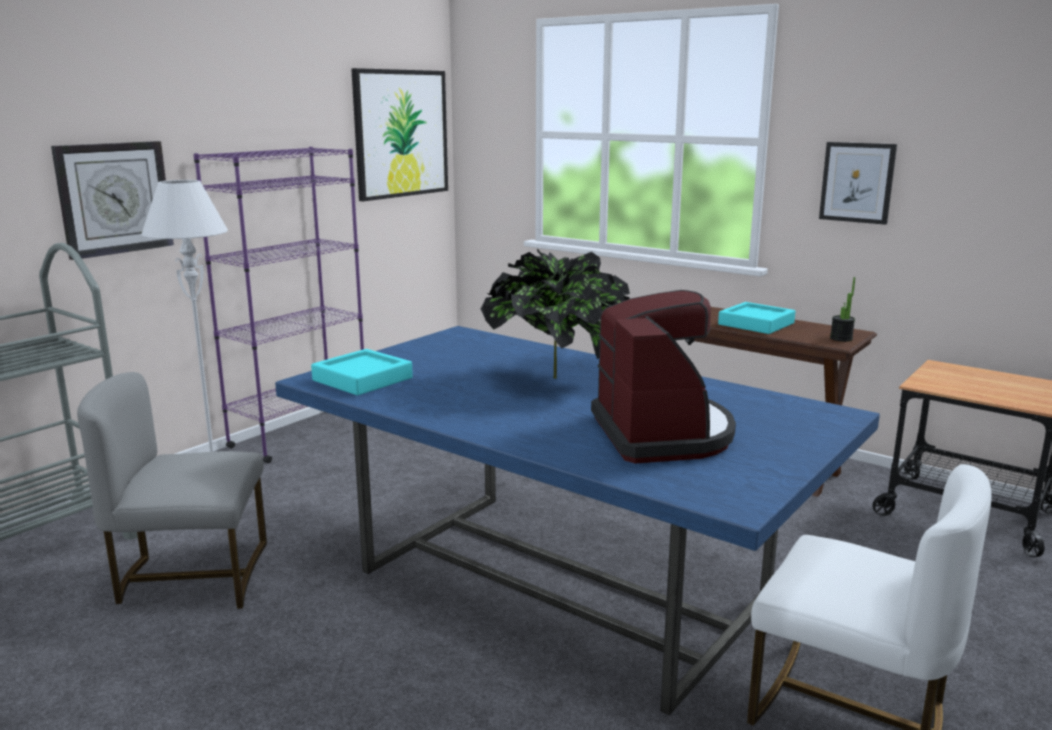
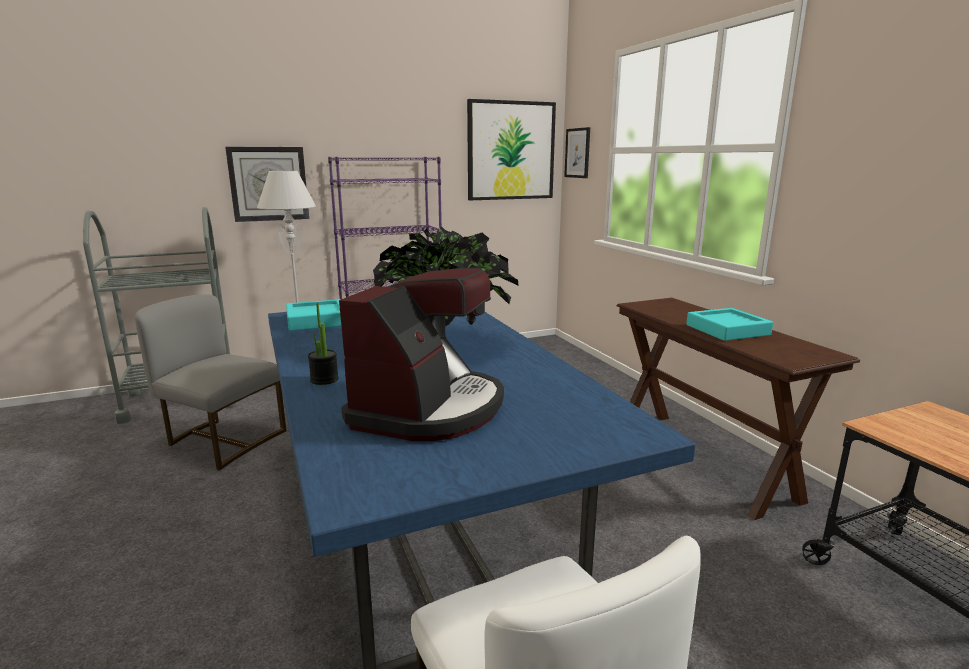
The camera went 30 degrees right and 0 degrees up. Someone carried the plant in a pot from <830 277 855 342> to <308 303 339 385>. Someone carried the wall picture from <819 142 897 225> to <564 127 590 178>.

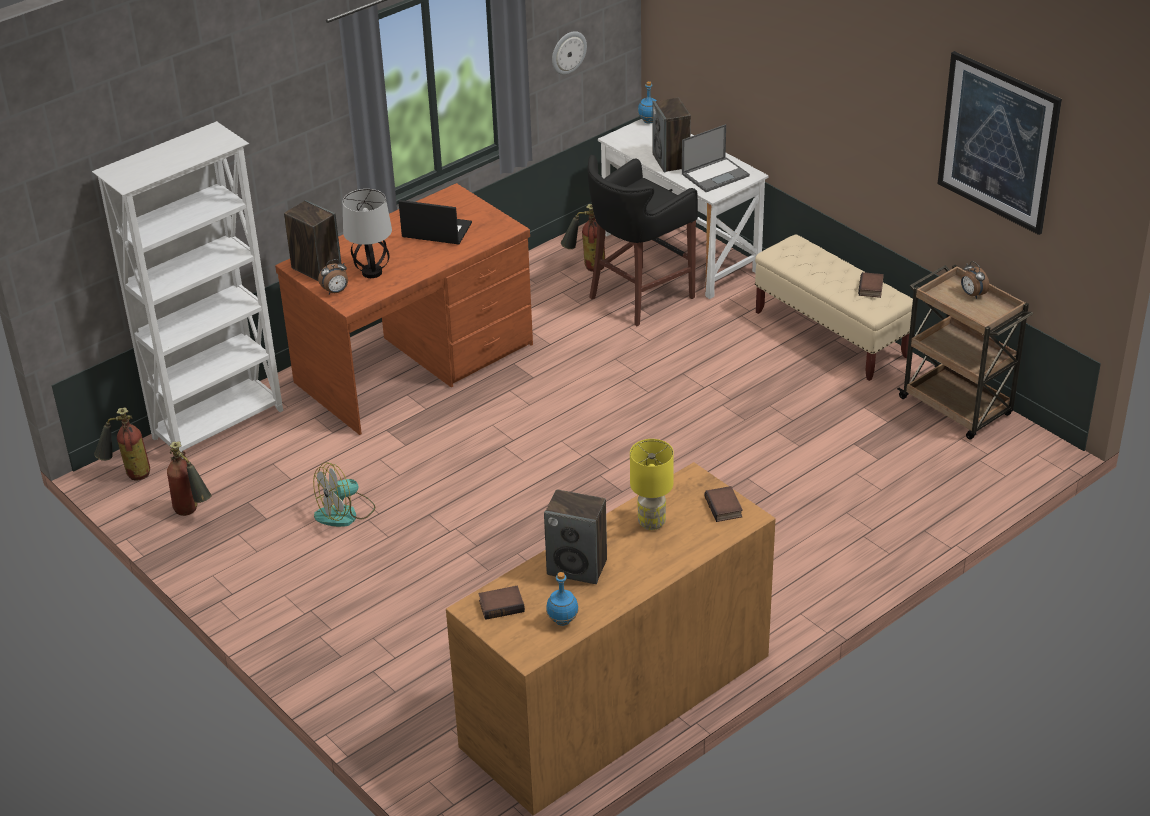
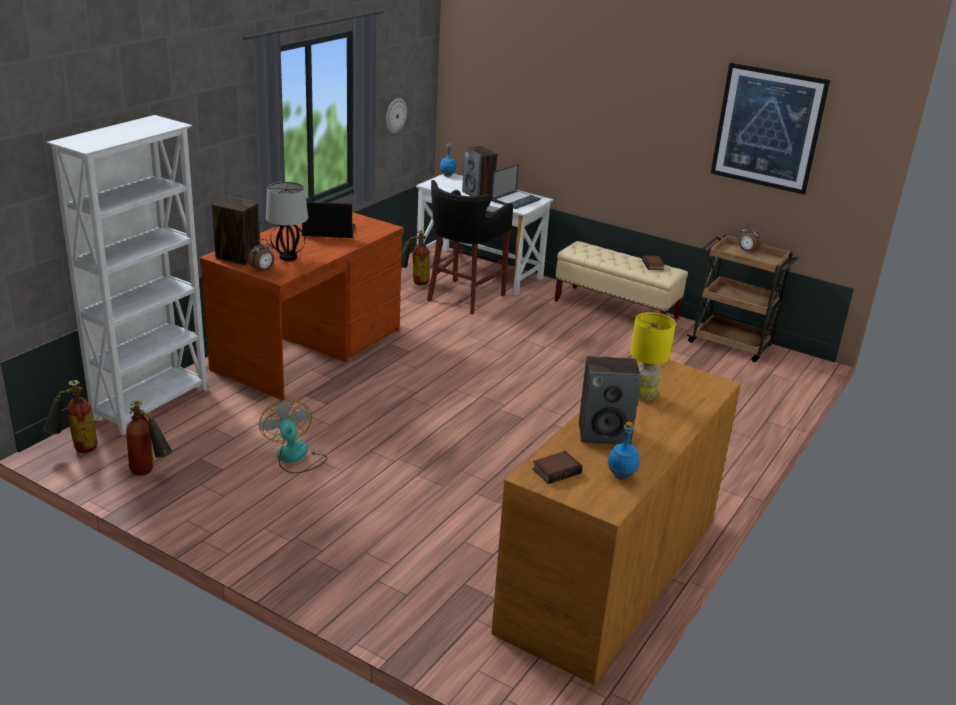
The camera went 20 degrees left and 10 degrees down. Someone rotated the fan at <313 462 375 527> by 120 degrees clockwise. Someone took away the volume at <704 486 743 522>.

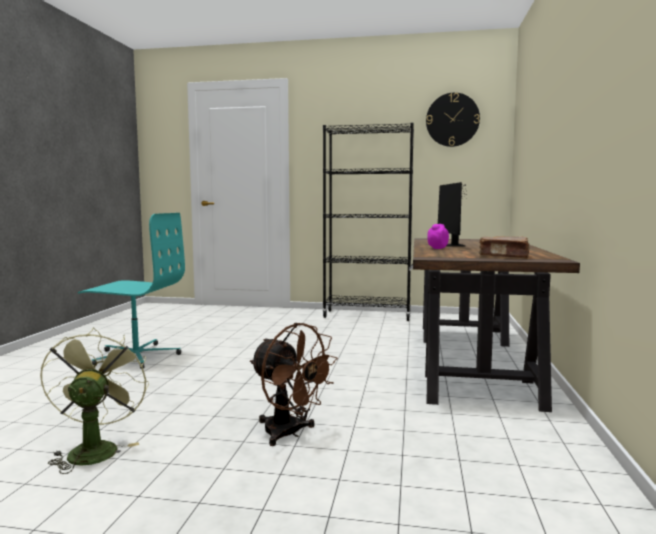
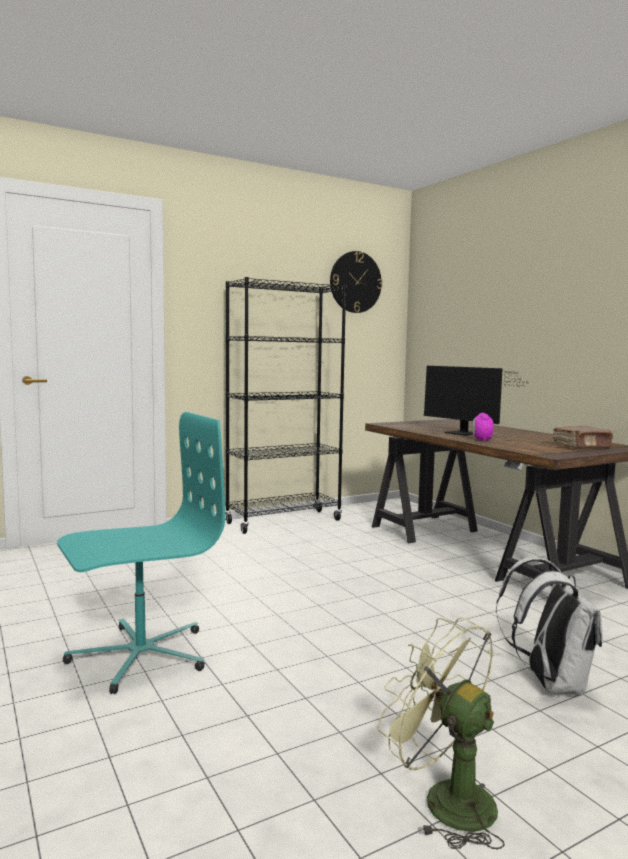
The camera went 40 degrees left and 0 degrees up. Someone swapped the brown-coloured fan at <250 323 338 446> for the whitish knapsack at <496 557 602 696>.

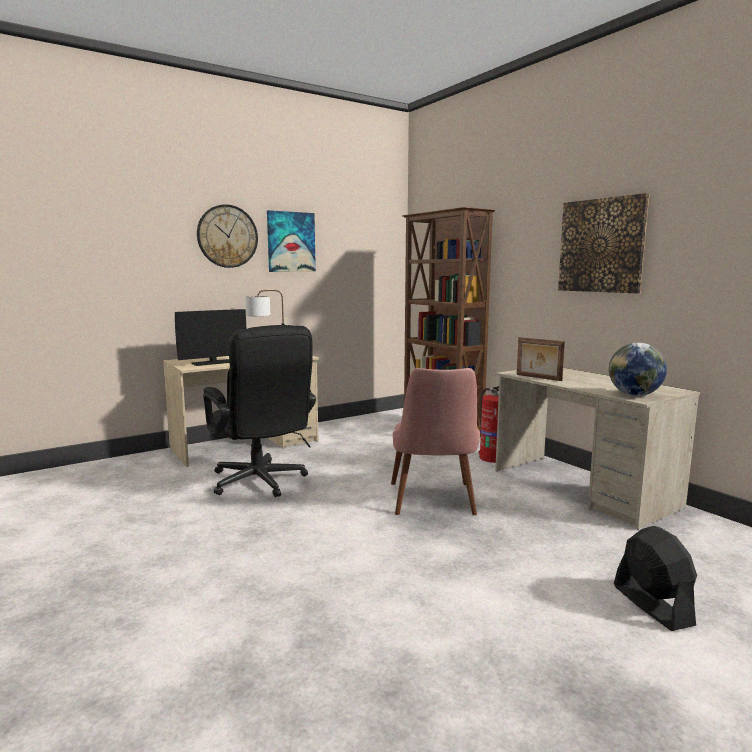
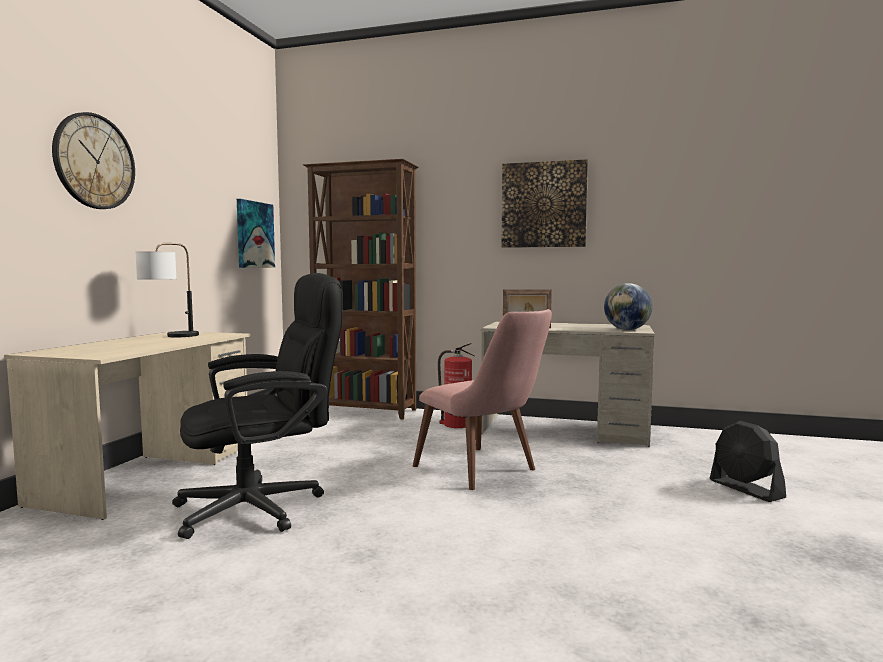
The camera went 40 degrees left and 5 degrees down. Someone rotated the black computer chair at <203 325 316 497> by 45 degrees counterclockwise. Someone carried the wall picture from <267 210 316 272> to <237 199 275 268>. Someone rotated the black fan at <614 526 697 631> by 150 degrees counterclockwise. Someone took away the computer screen at <175 309 246 366>.

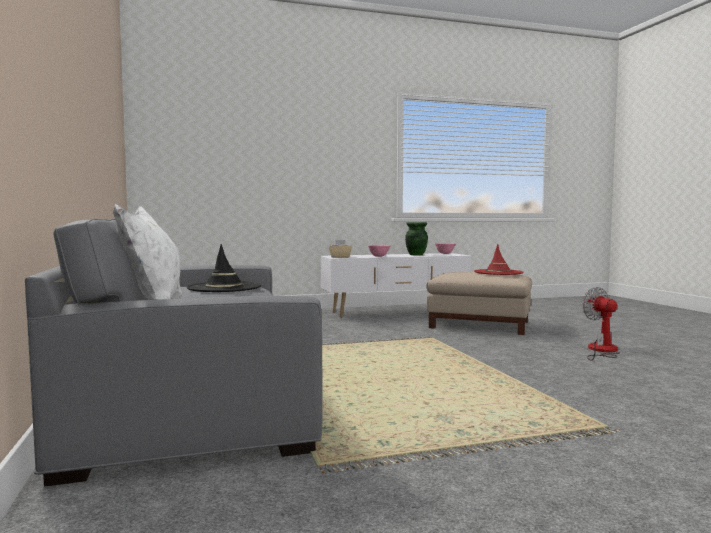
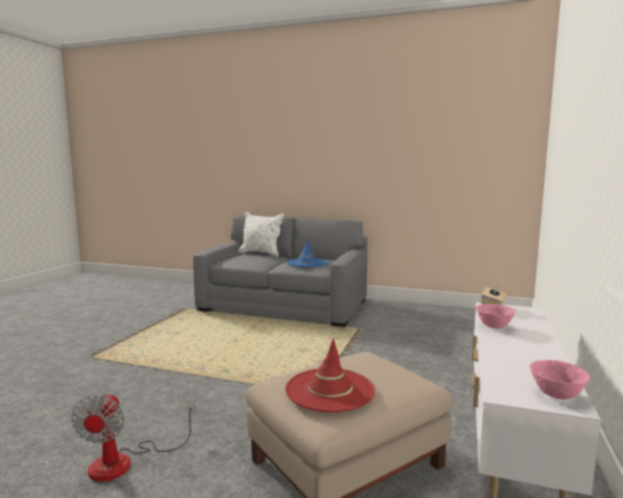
The camera went 125 degrees right and 5 degrees up. Someone rotated the fan at <582 287 620 361> by 75 degrees clockwise. Someone repainted the black clothing hat at <187 244 261 292>, which became the blue-coloured clothing hat at <287 239 328 267>. Someone took away the green-coloured decorative vase at <405 222 428 255>.

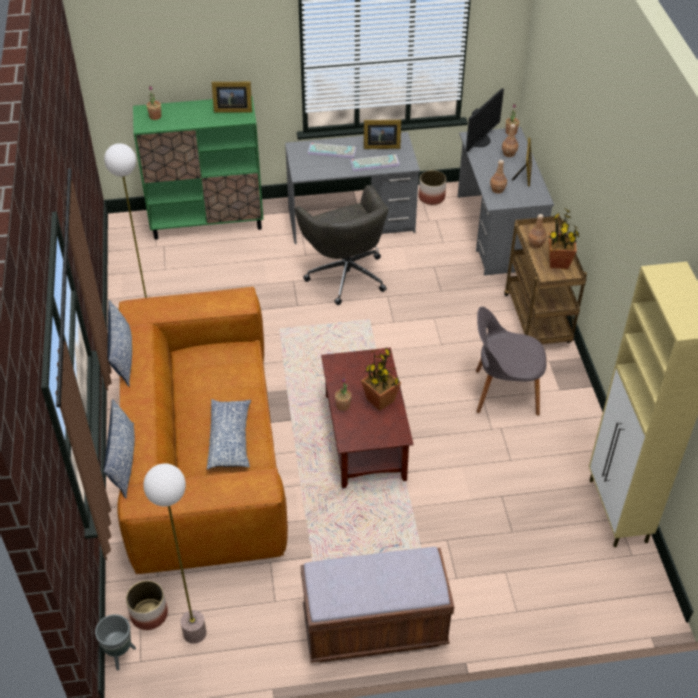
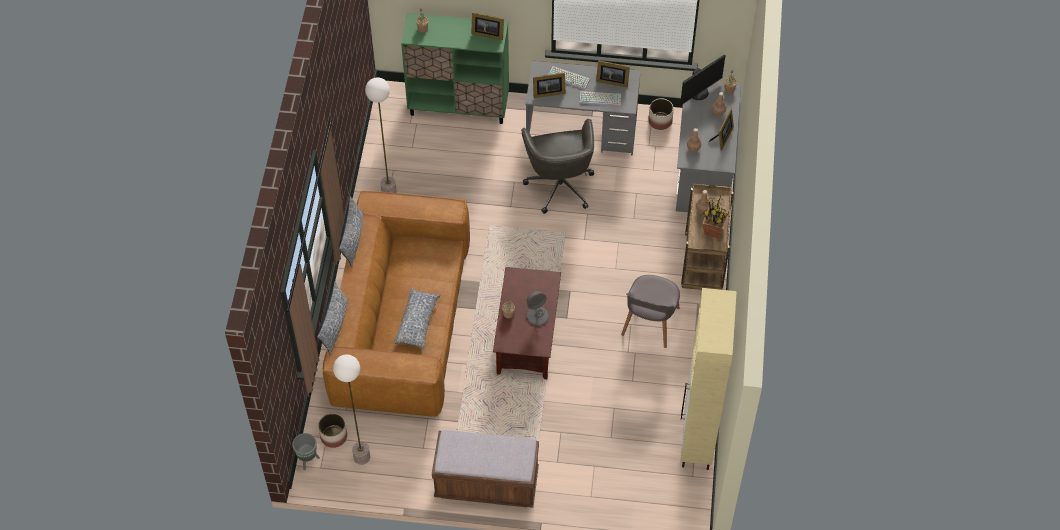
The camera went 15 degrees right and 10 degrees up. Someone swapped the plant in a pot at <361 348 401 411> for the grey tabletop lamp at <527 291 549 326>. Someone put down the photo frame at <533 72 565 98>. Someone rotated the grey upright chair at <476 307 547 416> by 90 degrees counterclockwise.

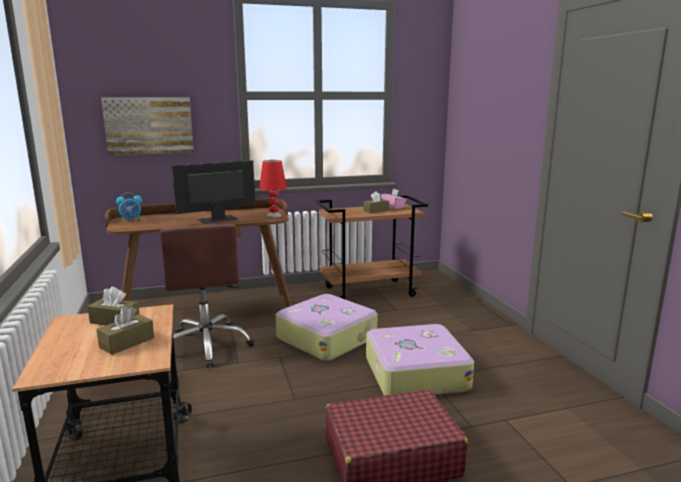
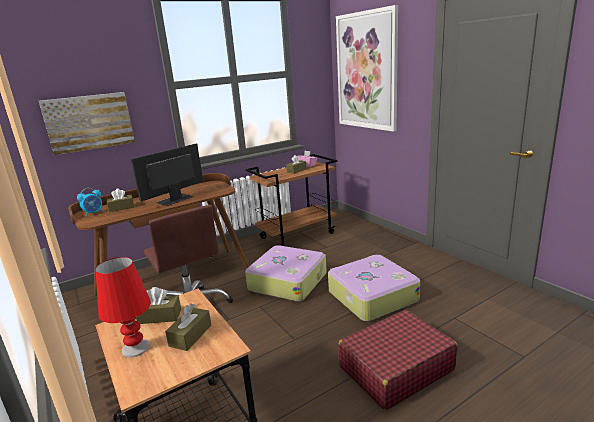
The camera went 15 degrees left and 5 degrees up. Someone carried the reddish tabletop lamp from <259 160 287 218> to <96 257 151 358>. Someone put down the brown-coloured tissue holder at <107 189 134 212>. Someone put up the wall picture at <336 5 398 132>.

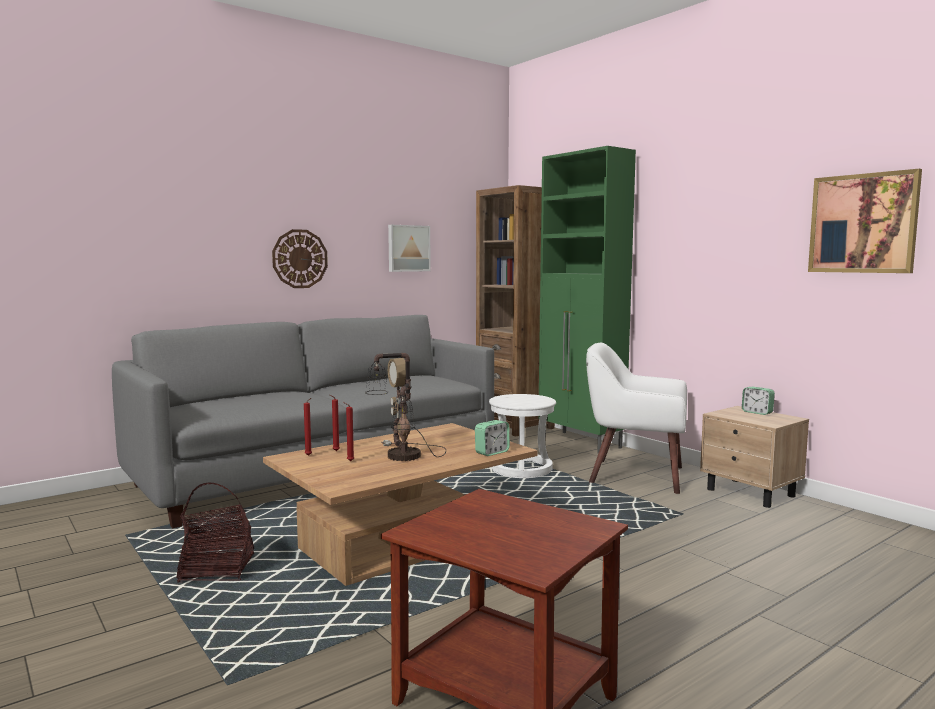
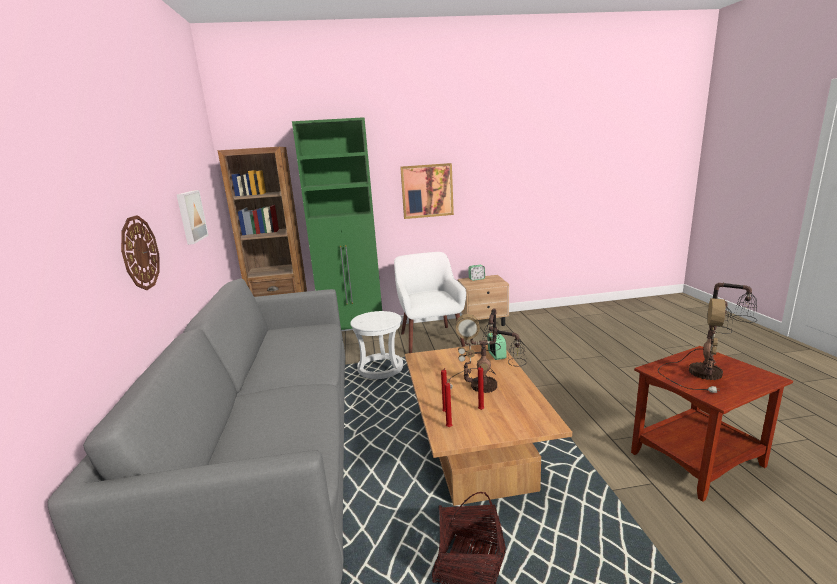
The camera went 60 degrees left and 10 degrees up. Someone rotated the whitish easy chair at <586 343 687 494> by 120 degrees clockwise. Someone carried the wall picture from <808 169 922 273> to <400 163 454 219>. Someone put down the tabletop lamp at <658 283 757 393>.

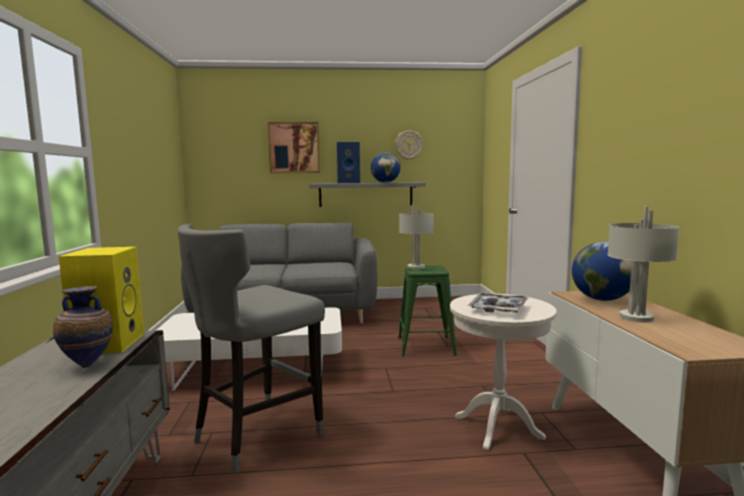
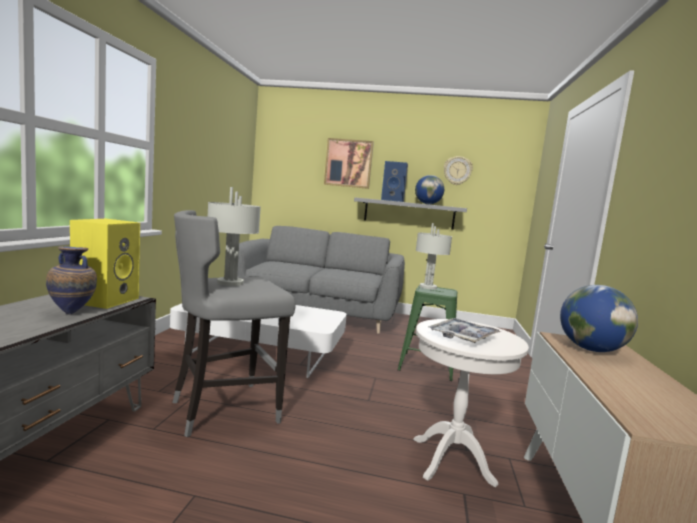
The camera went 15 degrees right and 0 degrees up. Someone carried the grey tabletop lamp from <607 206 679 322> to <208 187 261 286>.

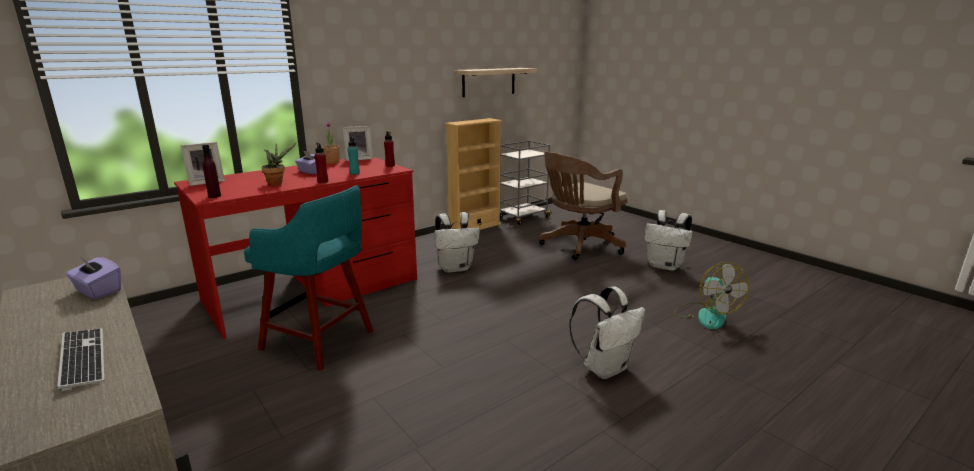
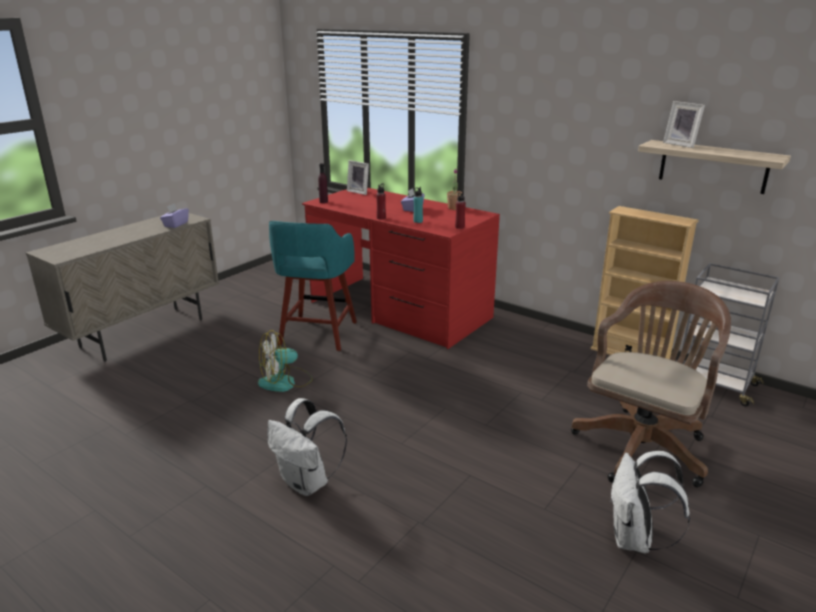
The camera went 75 degrees right and 5 degrees up. Someone carried the fan from <674 262 749 329> to <258 330 313 392>. Someone rotated the brown-coloured computer chair at <539 152 628 260> by 90 degrees clockwise. Someone carried the photo frame from <342 126 373 161> to <663 101 705 148>. Someone took away the keyboard at <57 328 104 391>. Someone took away the plant in a pot at <261 143 296 185>. Someone took away the whitish knapsack at <435 212 480 273>.

